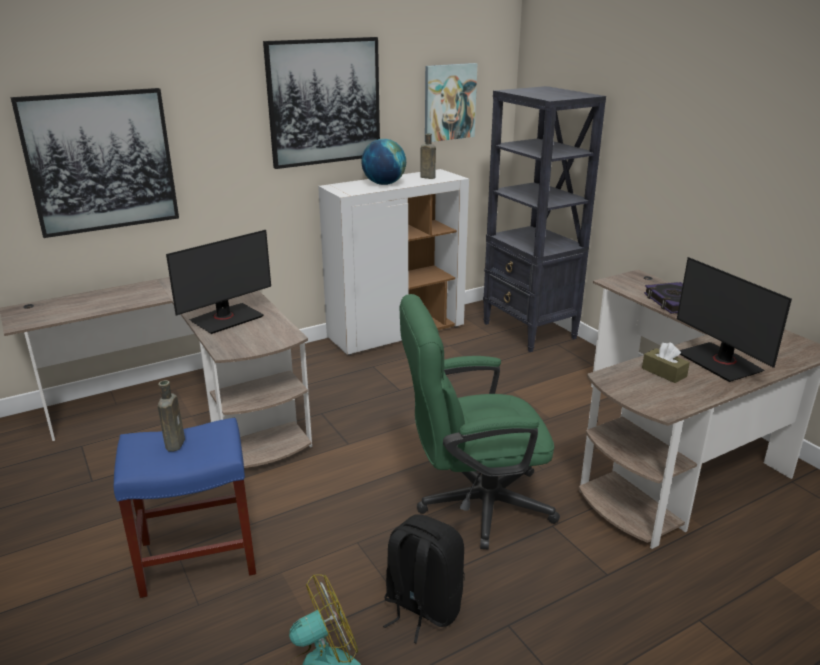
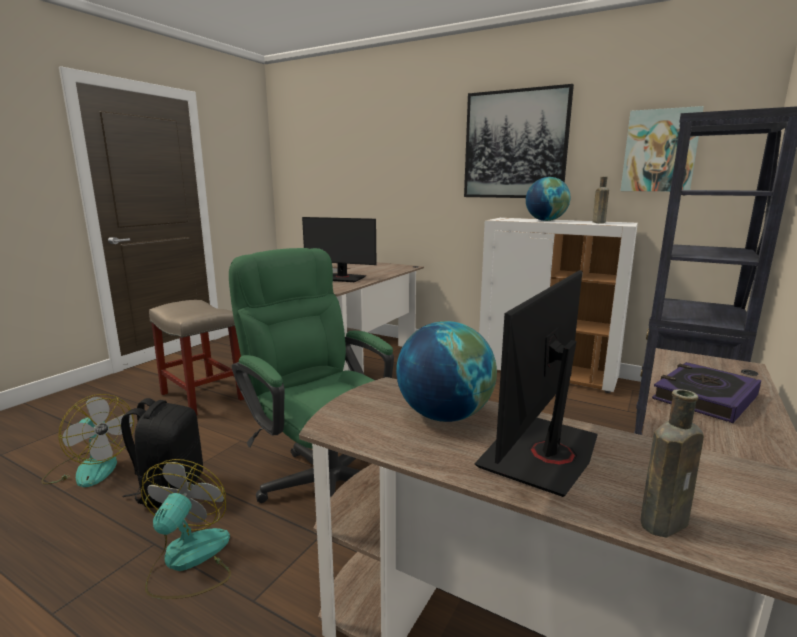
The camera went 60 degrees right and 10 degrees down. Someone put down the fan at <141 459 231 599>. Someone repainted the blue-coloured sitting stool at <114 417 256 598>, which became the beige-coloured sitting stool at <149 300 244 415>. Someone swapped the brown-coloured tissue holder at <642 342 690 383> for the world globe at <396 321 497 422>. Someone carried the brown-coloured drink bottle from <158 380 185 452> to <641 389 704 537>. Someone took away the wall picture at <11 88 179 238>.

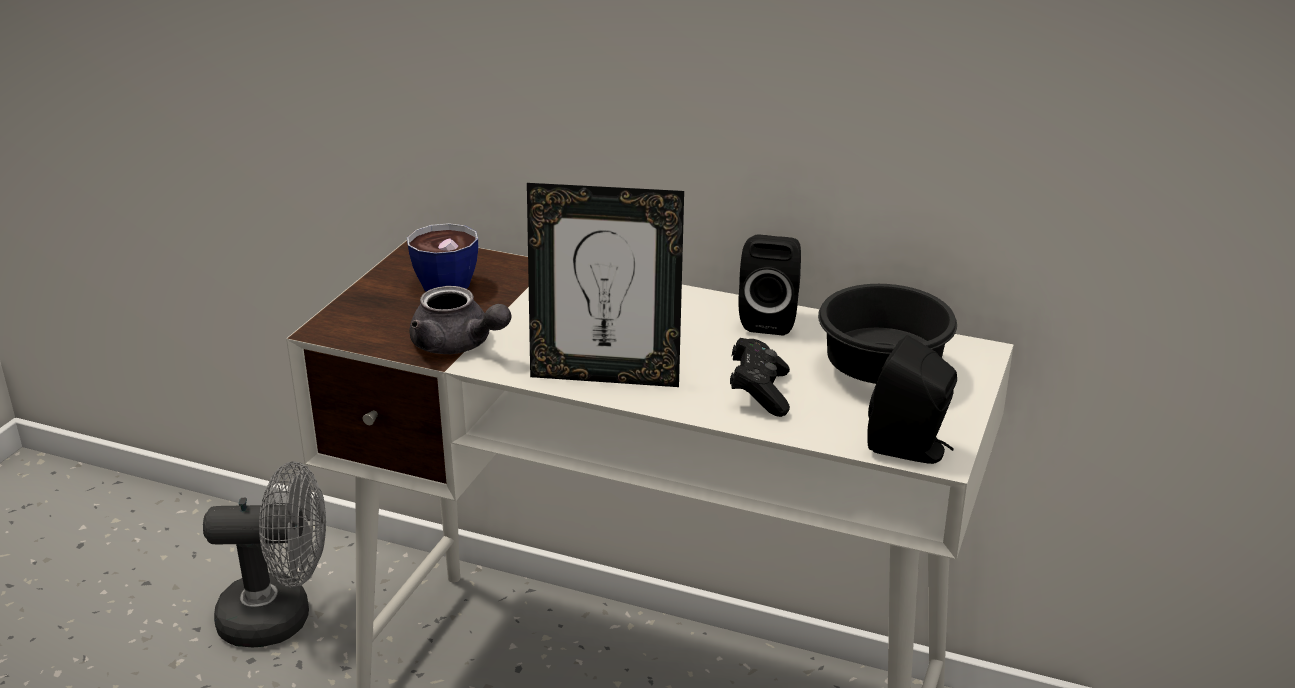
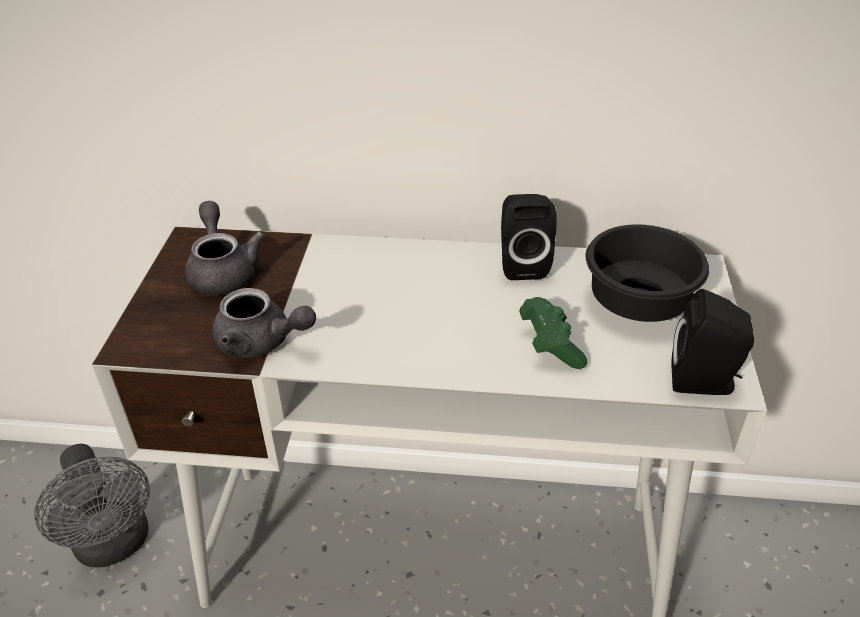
The camera went 15 degrees left and 10 degrees up. Someone rotated the grey fan at <203 461 326 647> by 75 degrees clockwise. Someone swapped the cup at <407 223 478 292> for the grey pot for tea at <185 201 265 296>. Someone repainted the black gamepad at <730 338 790 417>, which became the green-coloured gamepad at <519 297 588 369>. Someone took away the photo frame at <527 183 684 387>.

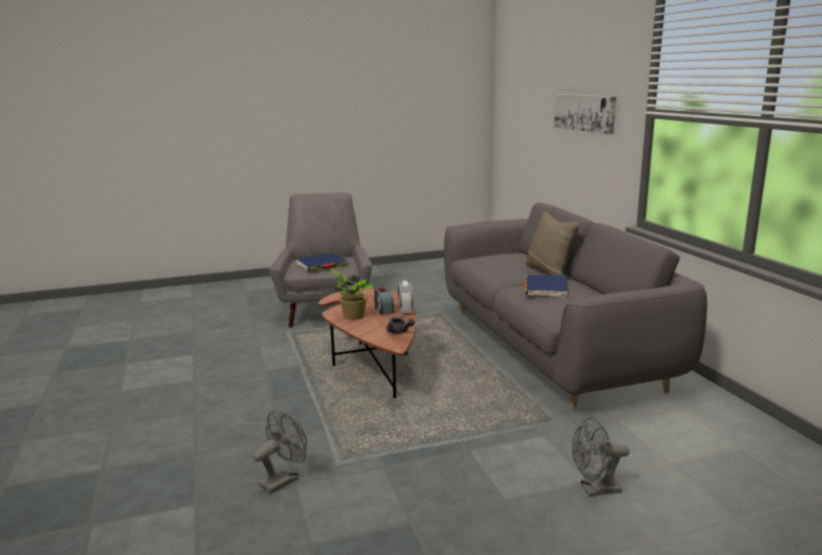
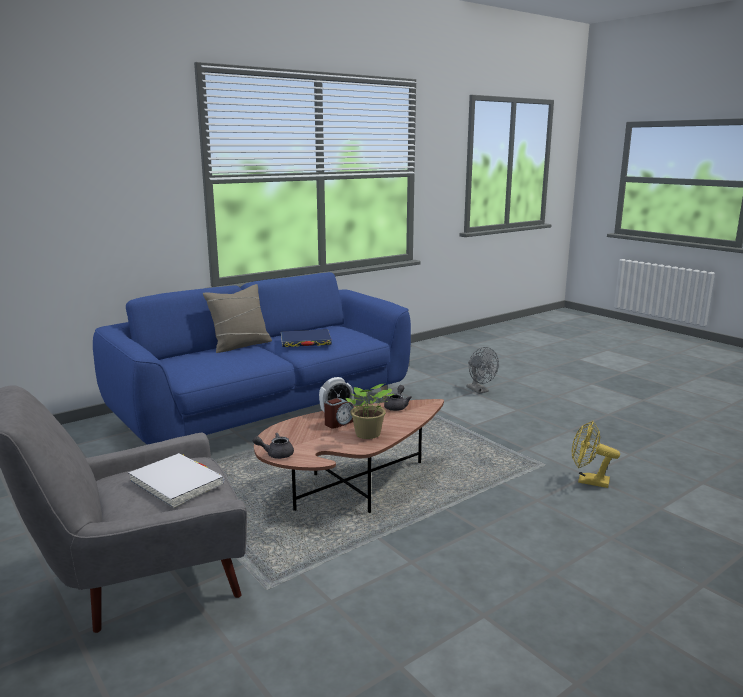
The camera went 110 degrees left and 0 degrees up. Someone repainted the grey settee at <444 203 707 411>, which became the blue-coloured settee at <93 272 411 445>. Someone repainted the blue-coloured volume at <297 253 348 271>, which became the whitish volume at <129 453 225 508>. Someone repainted the grey fan at <253 411 307 493>, which became the yellow fan at <572 421 620 488>. Someone took away the wall picture at <554 94 616 134>.

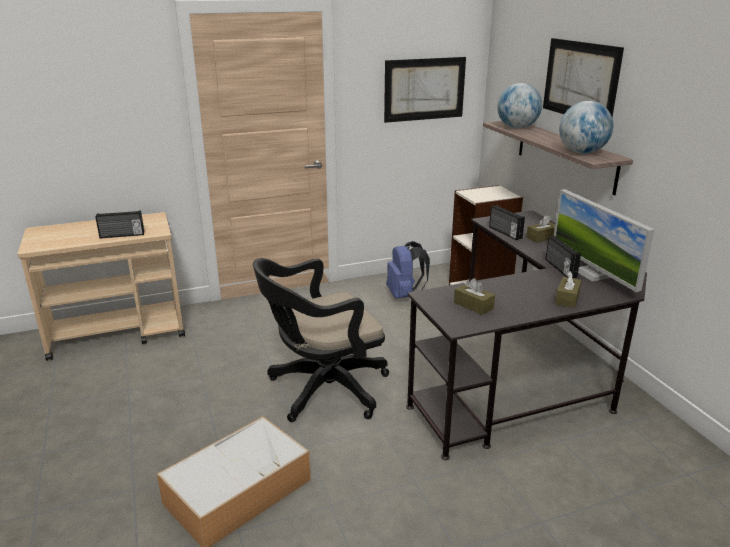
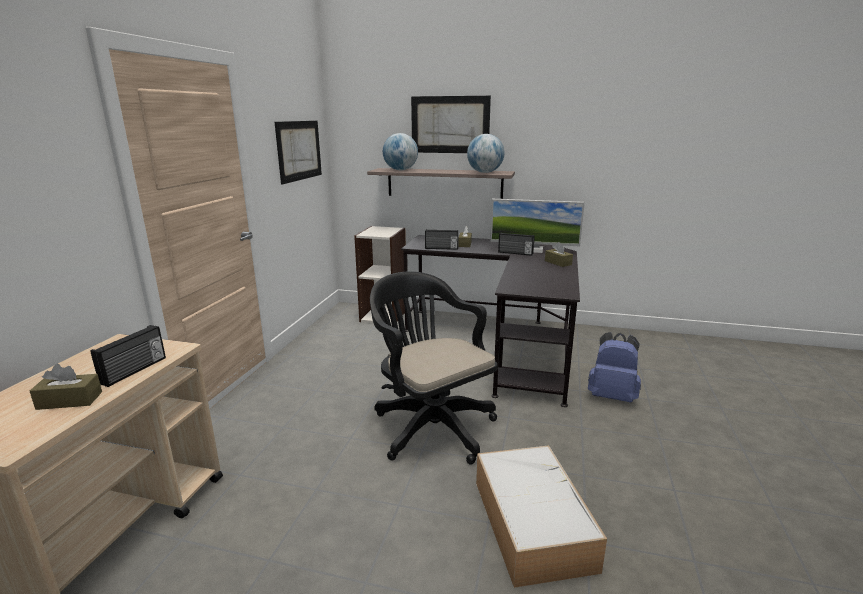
The camera went 55 degrees left and 5 degrees down. Someone carried the brown-coloured tissue holder from <454 278 495 315> to <30 364 102 410>. Someone rotated the black computer chair at <253 258 389 422> by 135 degrees clockwise. Someone carried the blue-coloured knapsack from <386 241 430 298> to <588 332 641 402>.

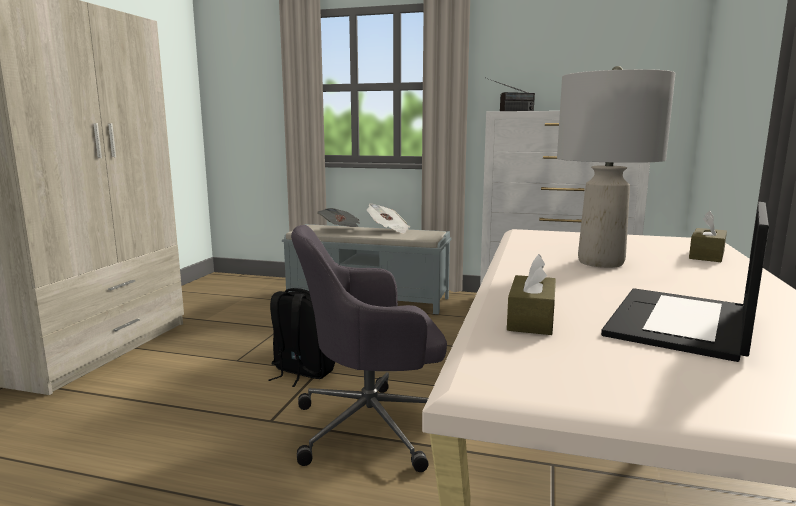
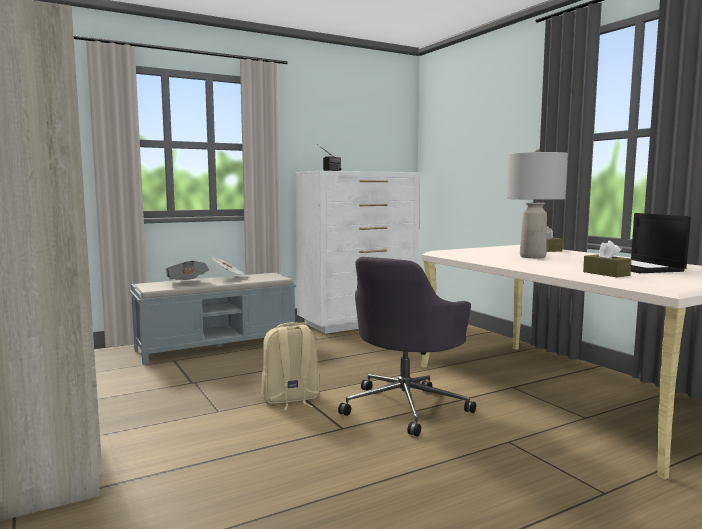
The camera went 45 degrees left and 5 degrees down. Someone repainted the black knapsack at <268 288 335 387>, which became the beige-coloured knapsack at <261 322 320 411>.

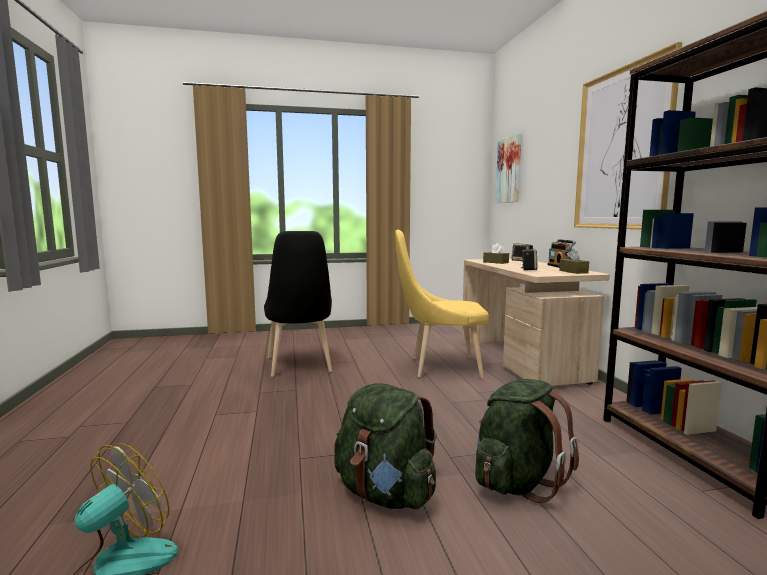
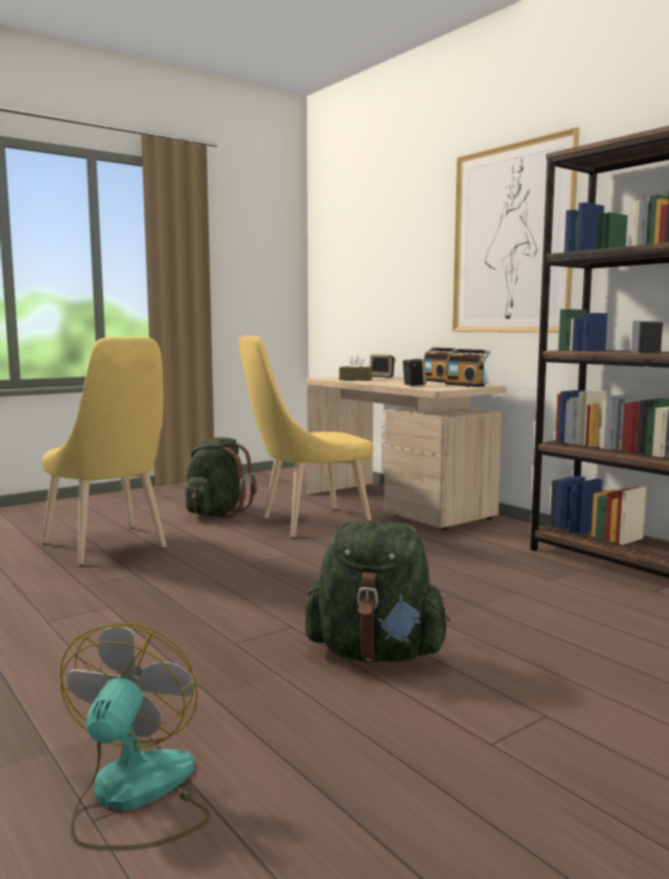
The camera went 25 degrees left and 0 degrees up. Someone repainted the black upright chair at <264 231 332 377>, which became the yellow upright chair at <42 337 166 565>. Someone carried the green-coloured knapsack from <475 379 579 504> to <186 437 257 518>. Someone swapped the brown-coloured tissue holder at <559 249 589 274> for the radio at <445 349 490 387>. Someone took away the wall picture at <496 134 522 203>.

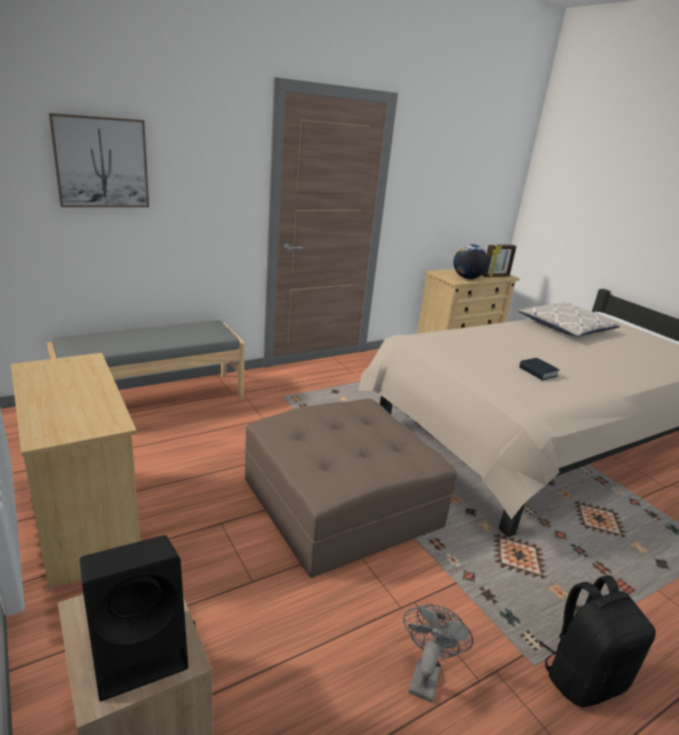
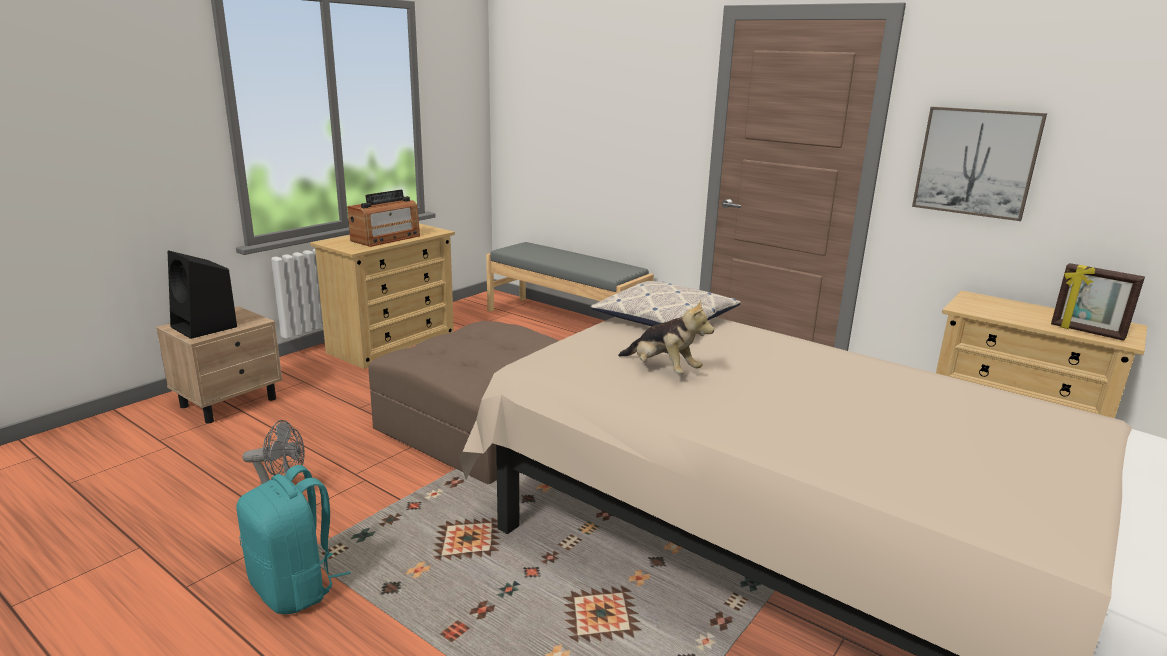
The camera went 70 degrees right and 5 degrees down. Someone repainted the black knapsack at <539 575 656 707>, which became the blue-green knapsack at <236 465 351 614>. Someone put down the radio at <347 189 420 247>. Someone carried the throw pillow from <518 302 621 337> to <590 281 741 326>. Someone swapped the volume at <519 358 560 380> for the cuddly toy at <618 300 714 374>. Someone carried the wall picture from <49 113 149 207> to <912 107 1047 221>. Someone took away the world globe at <453 244 489 279>.

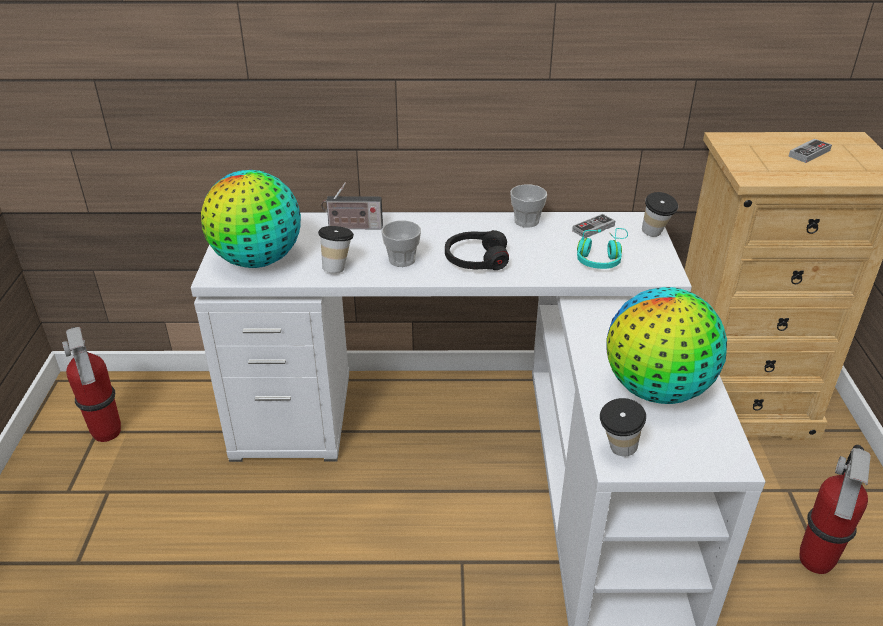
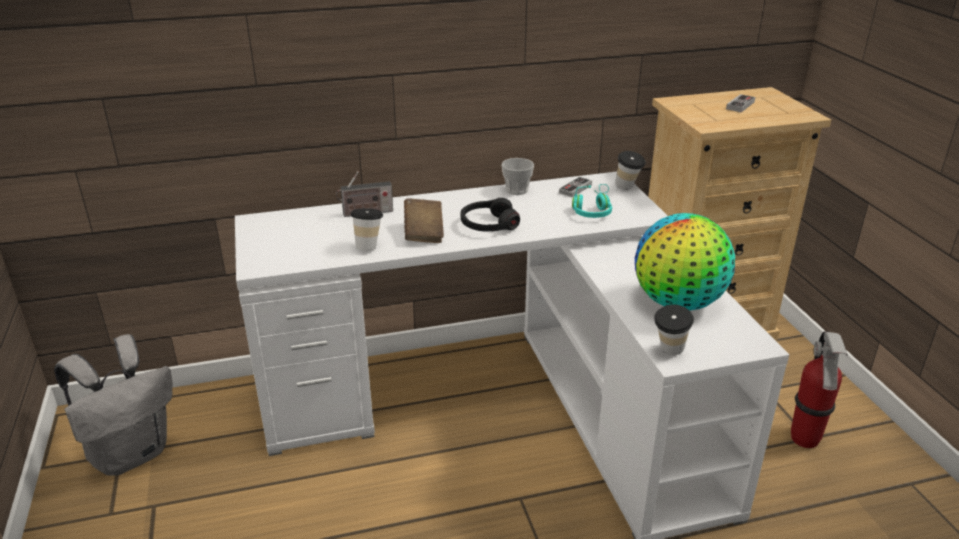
The camera went 15 degrees left and 5 degrees down. Someone swapped the fire-fighting cylinder at <62 327 121 442> for the grey knapsack at <54 334 173 476>. Someone swapped the cup at <381 220 421 267> for the brown-coloured volume at <404 198 444 243>. Someone took away the world globe at <201 170 301 268>.

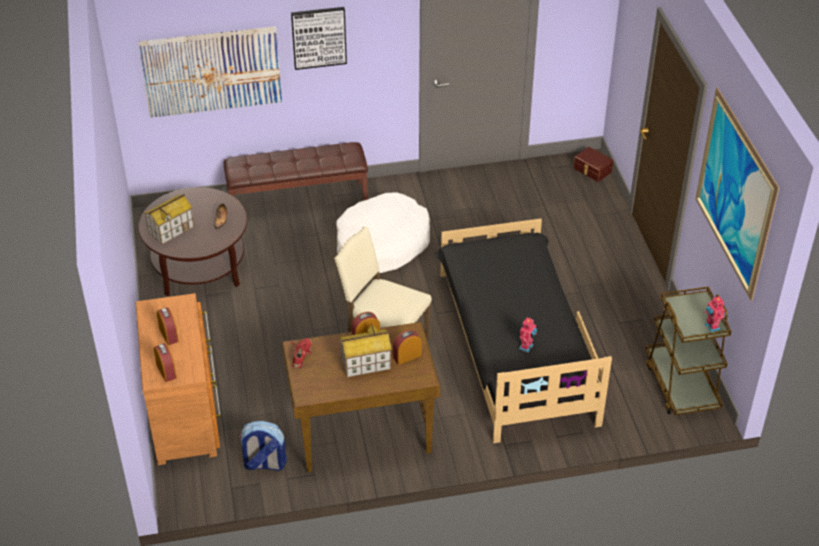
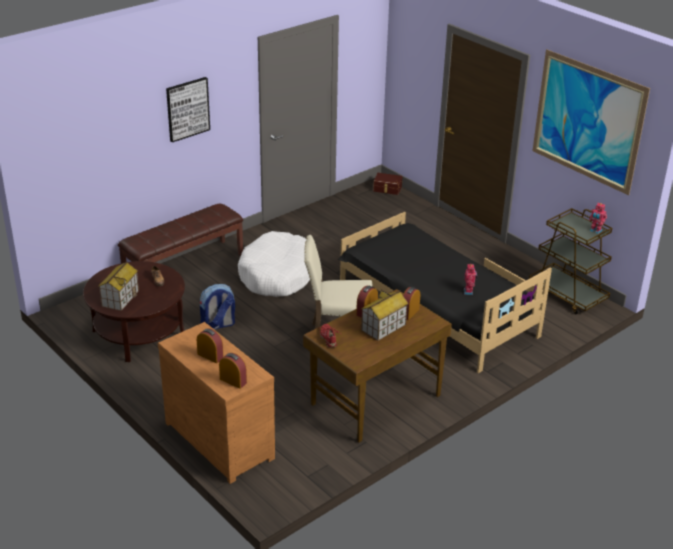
The camera went 30 degrees left and 10 degrees down. Someone carried the knapsack from <239 421 287 471> to <200 284 235 330>. Someone took away the wall picture at <138 26 282 118>.

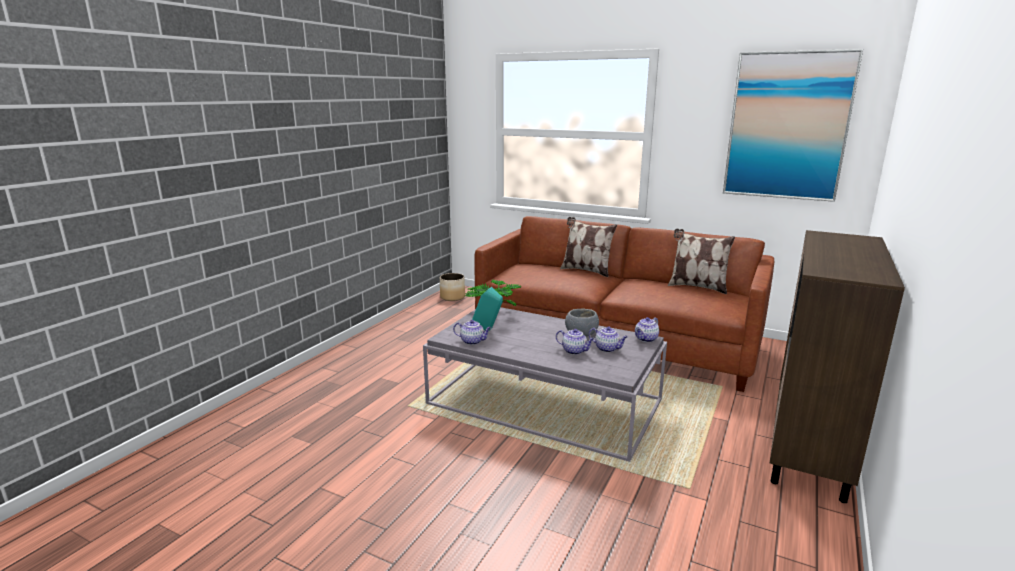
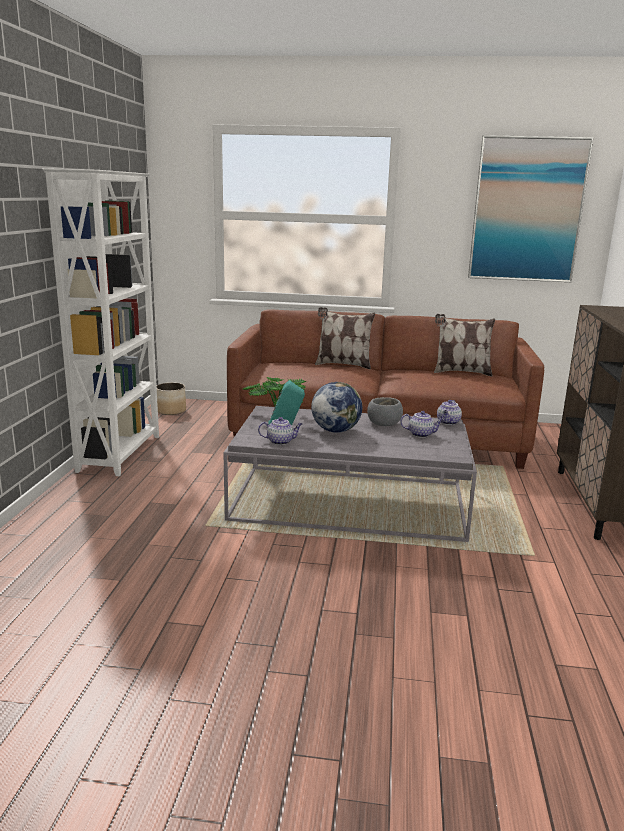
The camera went 20 degrees left and 0 degrees up. Someone put down the whitish shelving unit at <43 168 159 476>. Someone put down the world globe at <311 382 362 433>. Someone took away the pot for tea at <556 329 595 355>.

